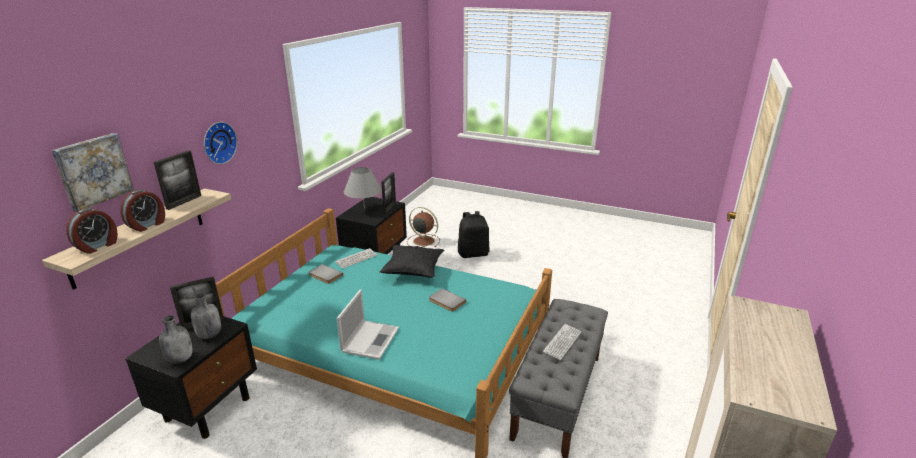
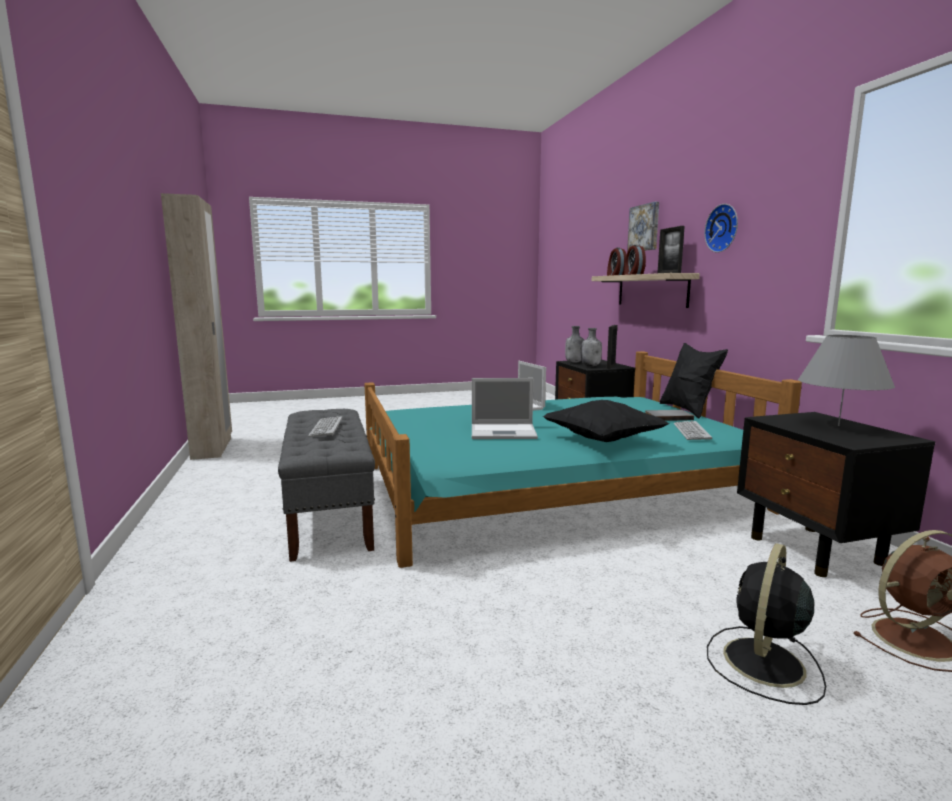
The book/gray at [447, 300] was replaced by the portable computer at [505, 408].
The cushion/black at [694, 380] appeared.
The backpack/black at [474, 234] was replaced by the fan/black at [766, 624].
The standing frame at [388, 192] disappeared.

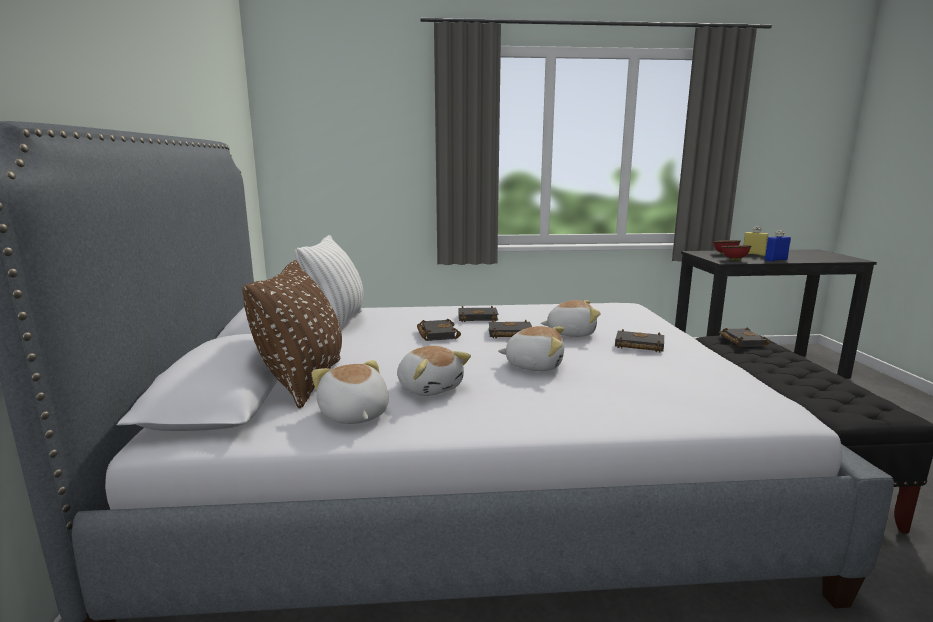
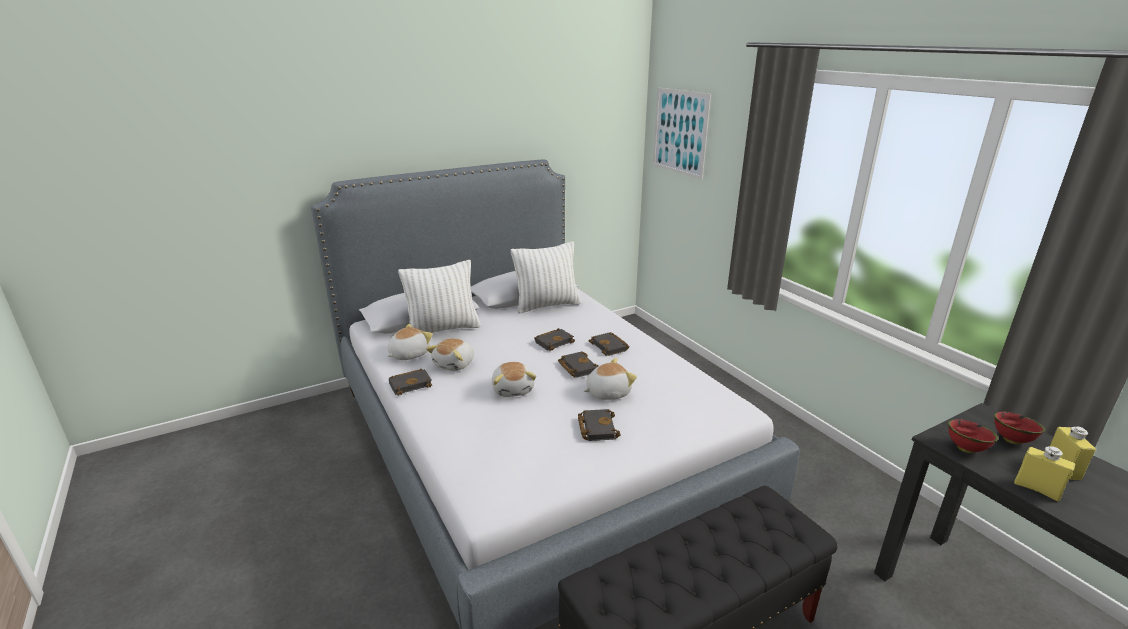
The book/black moved from [744, 337] to [410, 382].
The cushion/brown-coloured at [292, 334] became the cushion/white at [439, 296].
The plush toy at [571, 318] turned 90 degrees counterclockwise.
The wall picture at [682, 134] appeared.
The drink bottle/blue at [778, 246] became the drink bottle/yellow-coloured at [1044, 474].

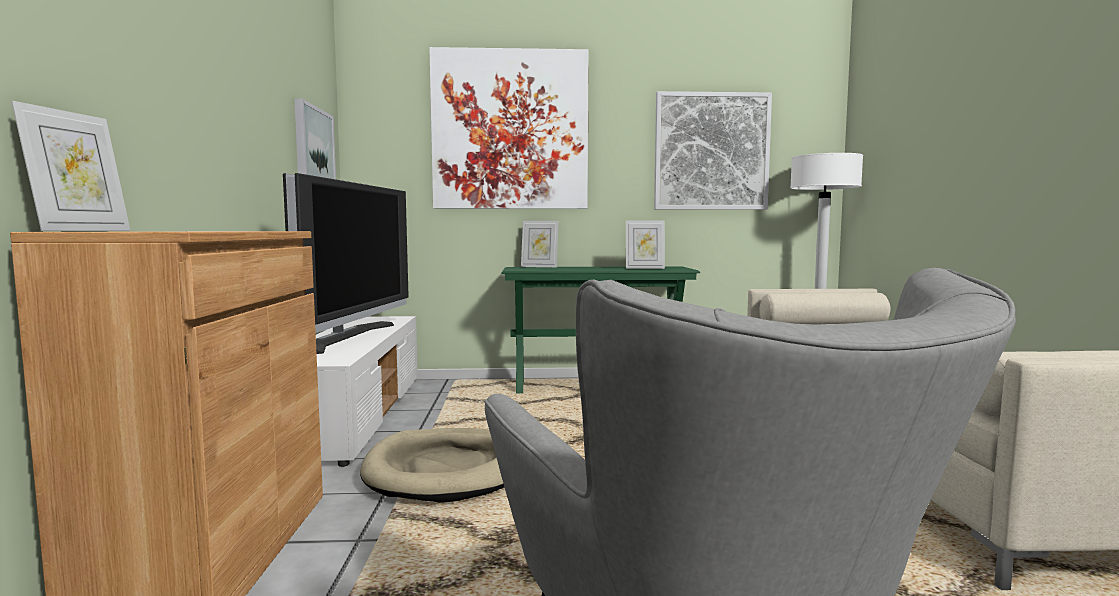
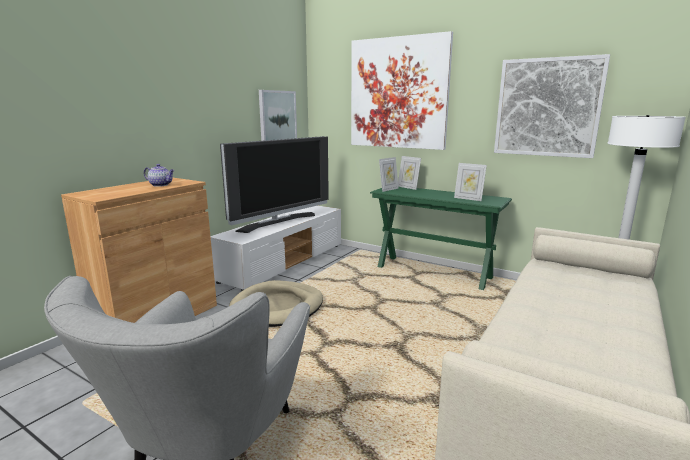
The pot for tea at [159, 175] appeared.
The standing frame moved from [70, 166] to [389, 174].

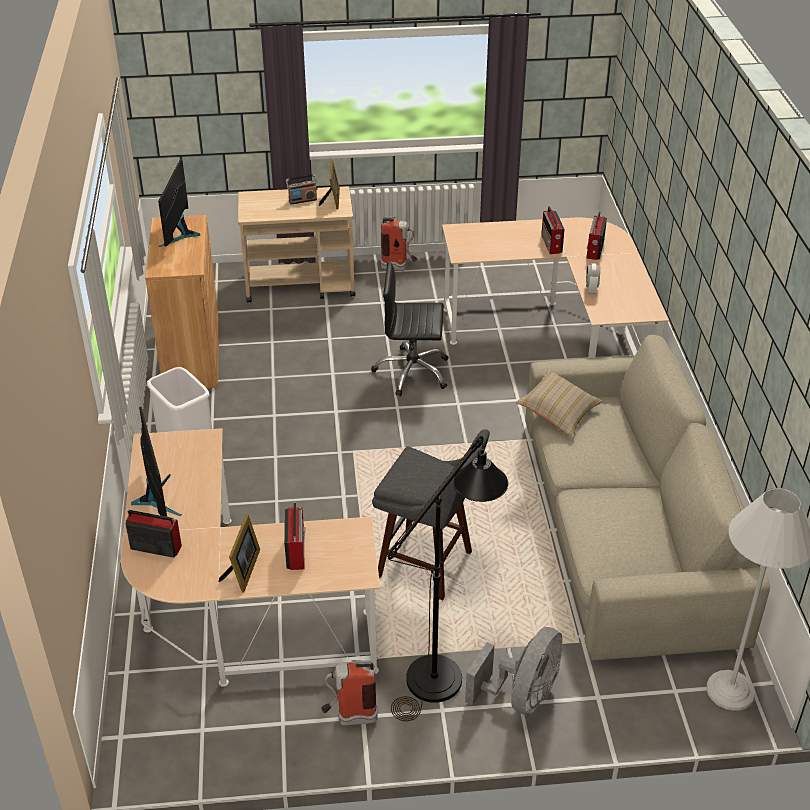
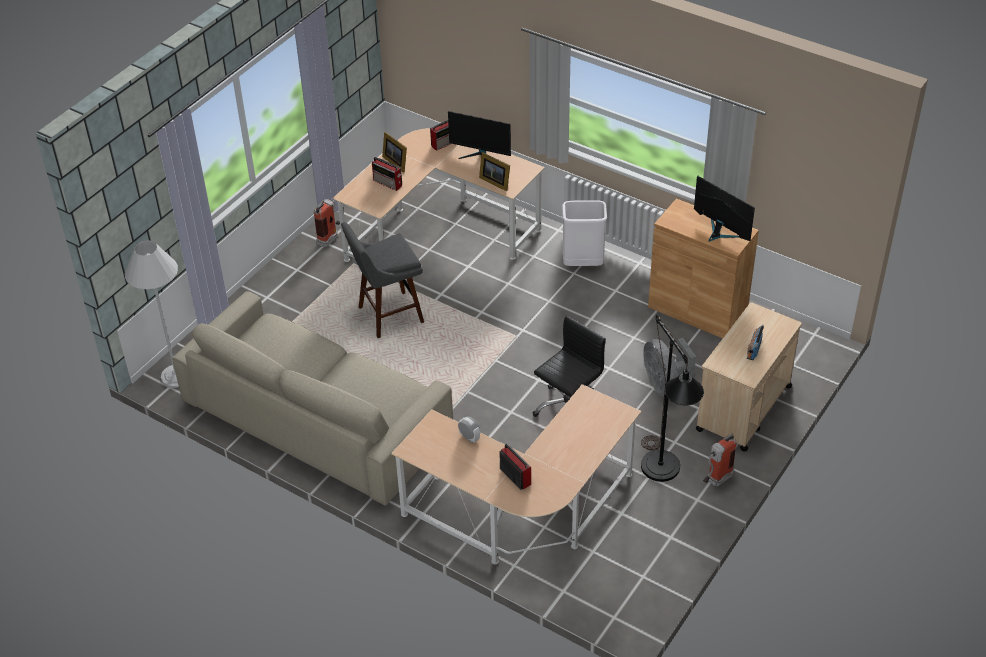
The standing frame moved from [329, 184] to [494, 171].
The standard lamp/black moved from [447, 578] to [672, 398].
The fan/gray moved from [513, 671] to [669, 367].
The cushion/sand-coloured at [559, 403] disappeared.
The radio at [553, 230] disappeared.

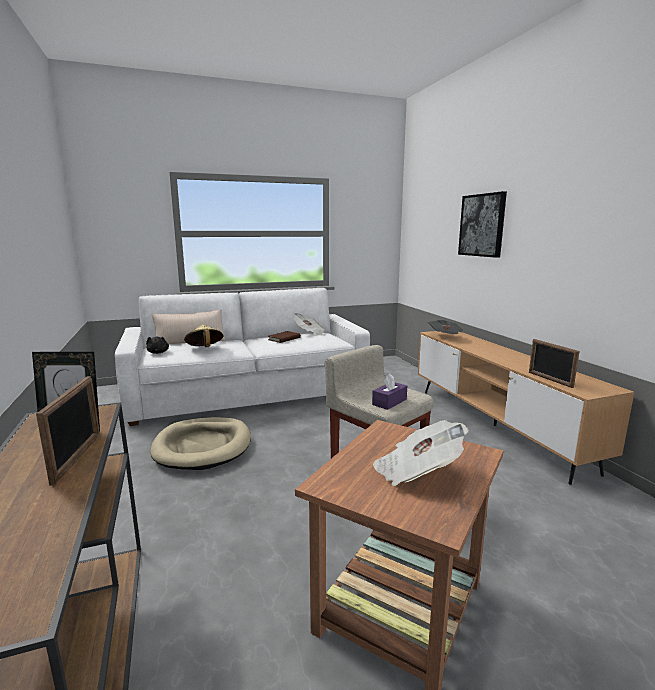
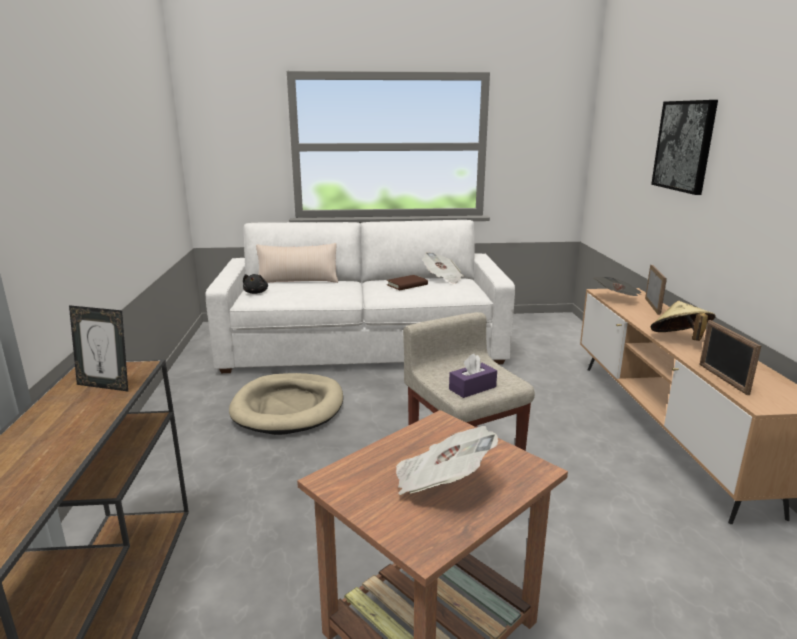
The standing frame moved from [68, 431] to [656, 290].
The hat/sand-coloured moved from [204, 336] to [683, 321].

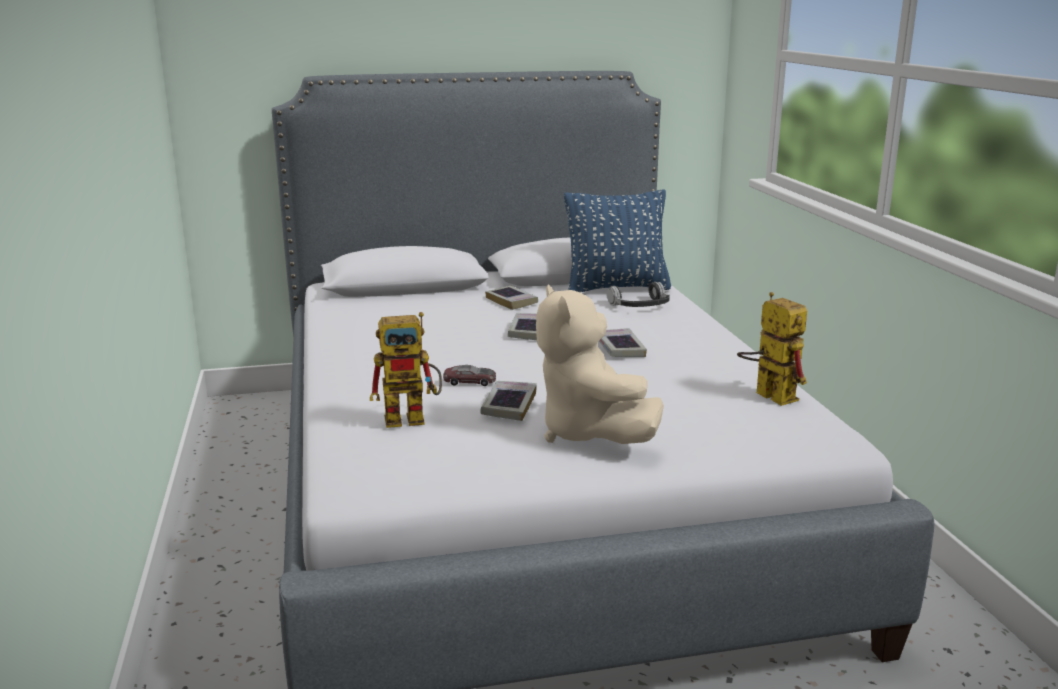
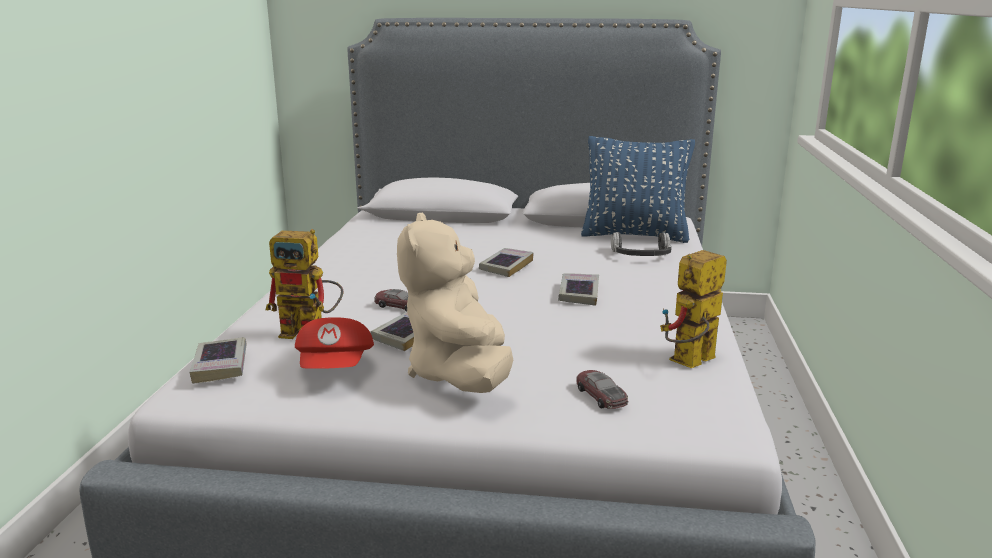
The book moved from [511, 298] to [218, 360].
The baseball cap/red-coloured at [334, 343] appeared.
The model car at [602, 389] appeared.
The robot figure at [772, 349] turned 120 degrees counterclockwise.

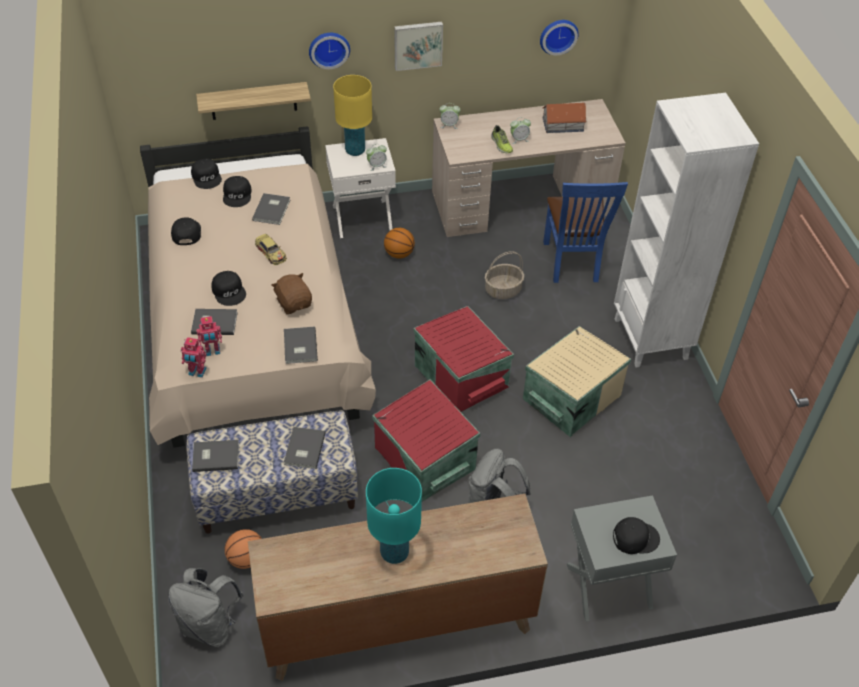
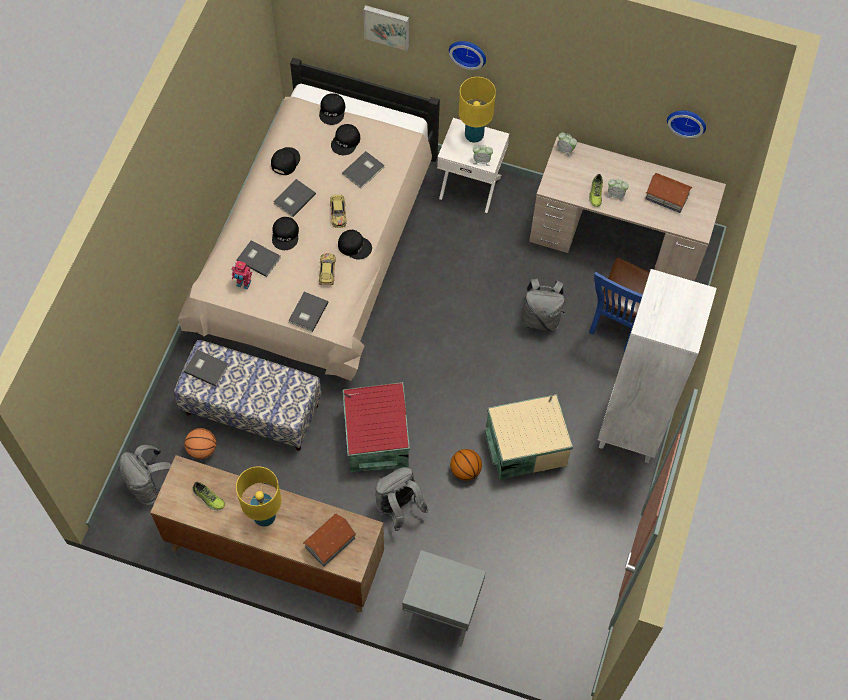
The shoe at [209, 496] appeared.
The table lamp/turquoise at [394, 516] became the table lamp/yellow-coloured at [258, 496].
The book/gray moved from [305, 448] to [295, 198].
The miniature house at [329, 539] appeared.
The plush toy/brown-coloured at [292, 293] was replaced by the model car at [327, 269].
The baseball cap/black moved from [636, 535] to [355, 245].
The wall picture moved from [418, 46] to [386, 28].
The basketball ball moved from [399, 243] to [466, 465].
The storage basket at [505, 275] was replaced by the backpack/gray at [543, 304].
The robot figure at [194, 357] disappeared.
The shelf at [253, 101] disappeared.
The storage bin/red-coloured at [464, 359] disappeared.

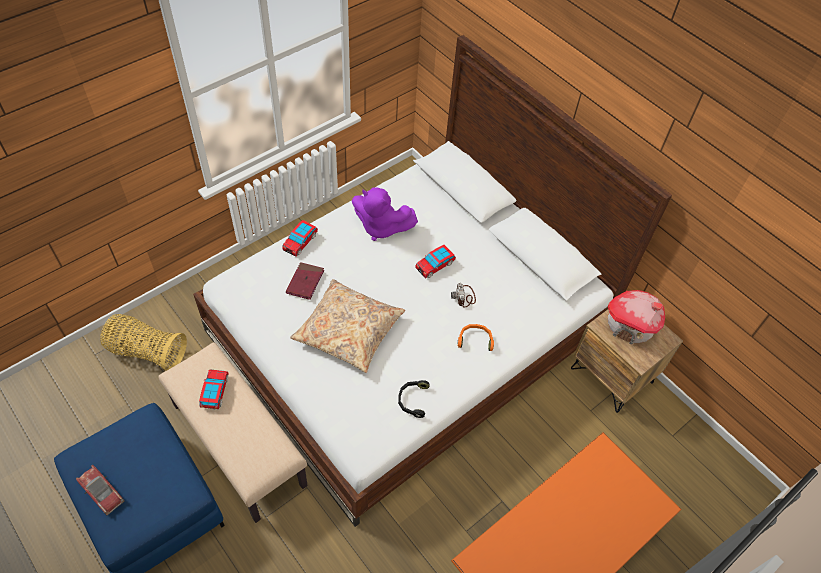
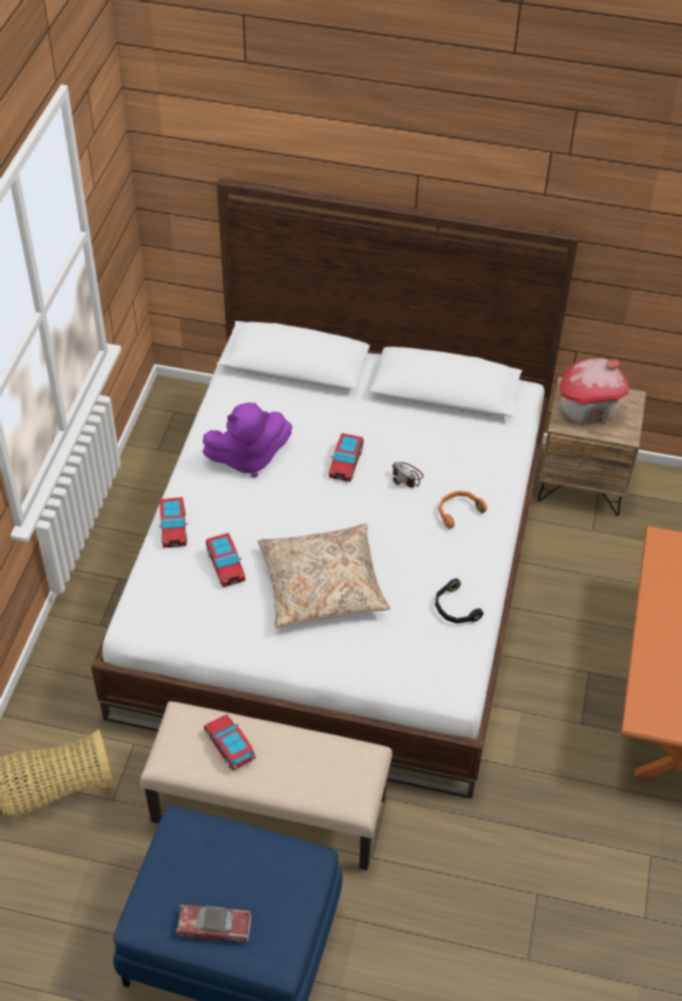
The book/red-coloured at [305, 281] was replaced by the model car at [225, 560].

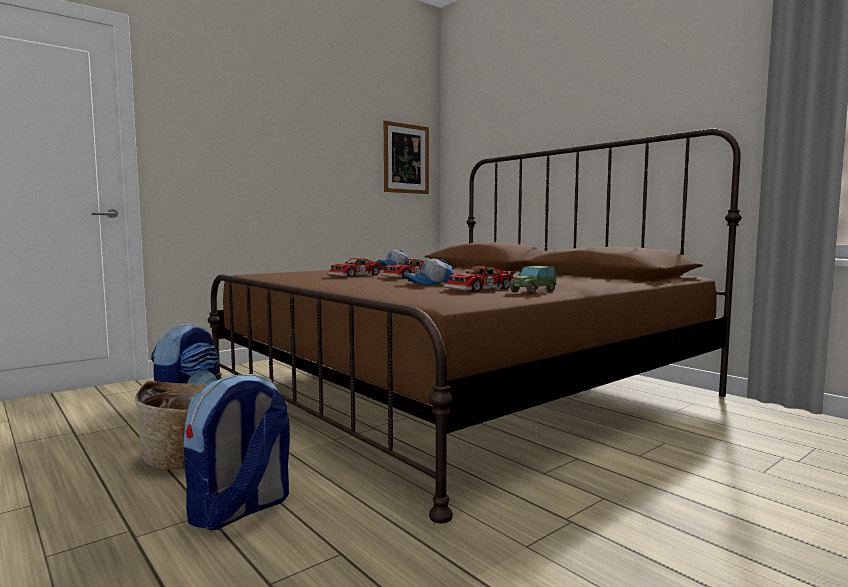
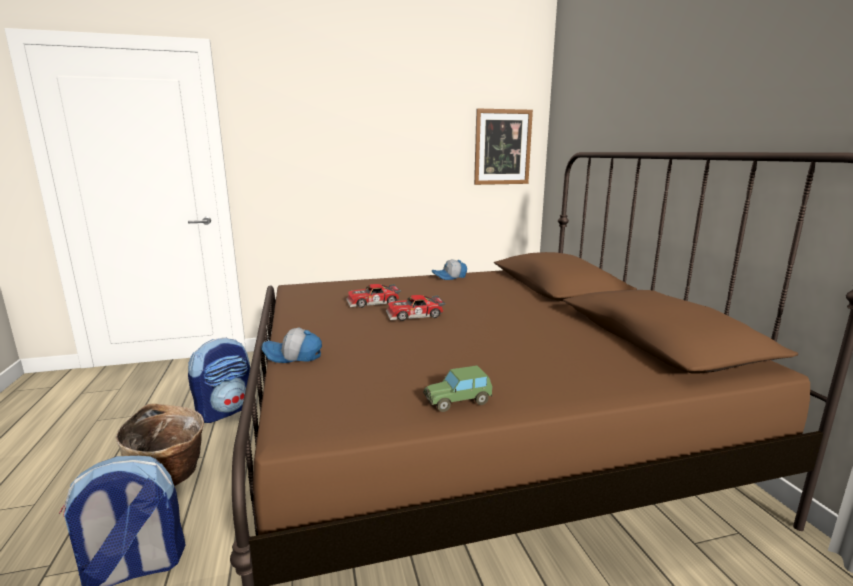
The baseball cap moved from [429, 272] to [292, 345].
The model car at [480, 279] disappeared.

